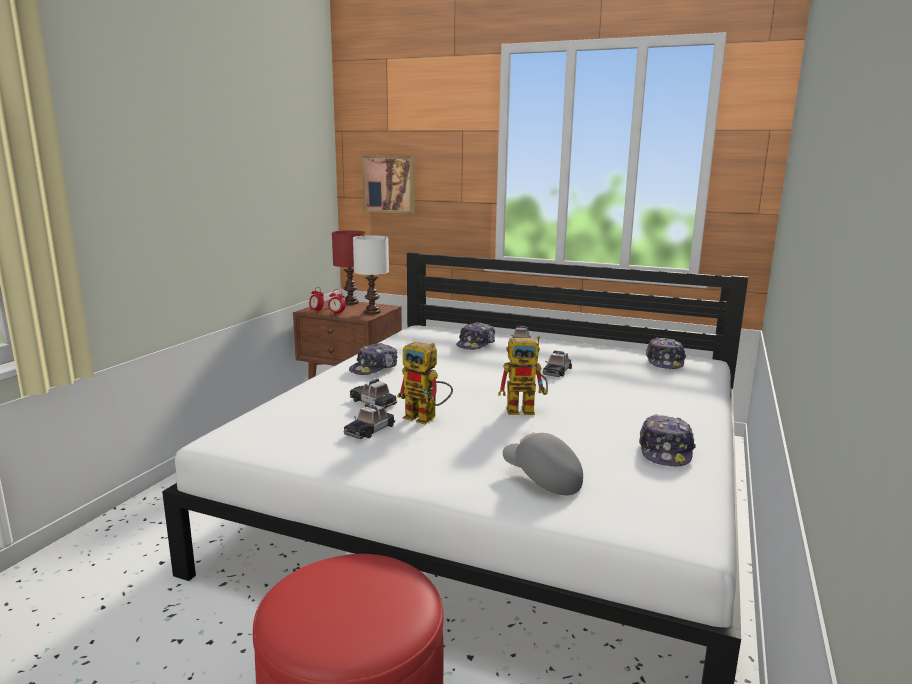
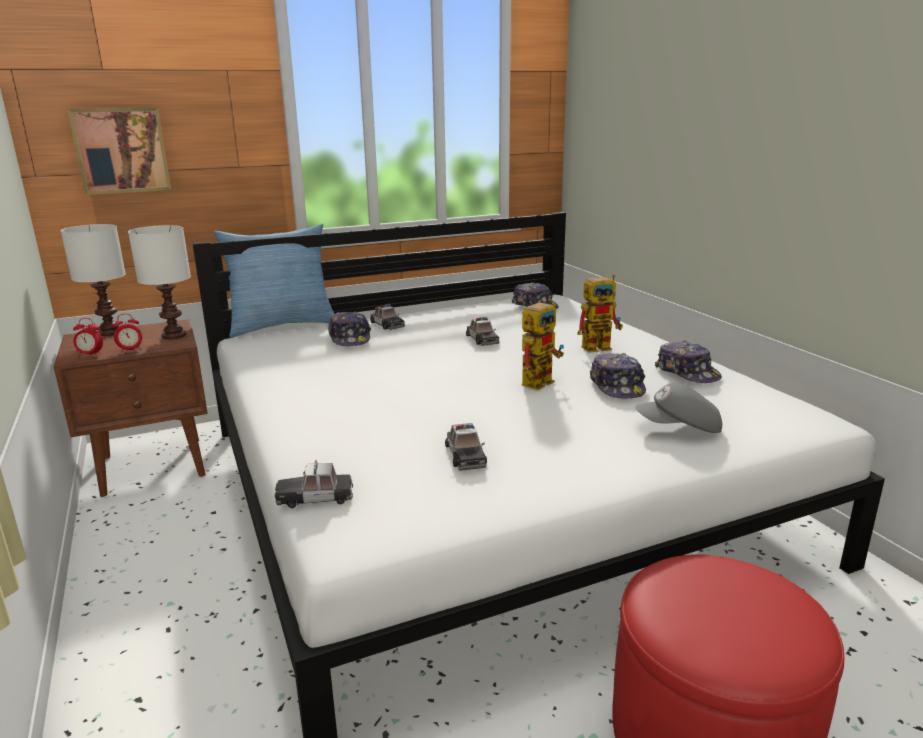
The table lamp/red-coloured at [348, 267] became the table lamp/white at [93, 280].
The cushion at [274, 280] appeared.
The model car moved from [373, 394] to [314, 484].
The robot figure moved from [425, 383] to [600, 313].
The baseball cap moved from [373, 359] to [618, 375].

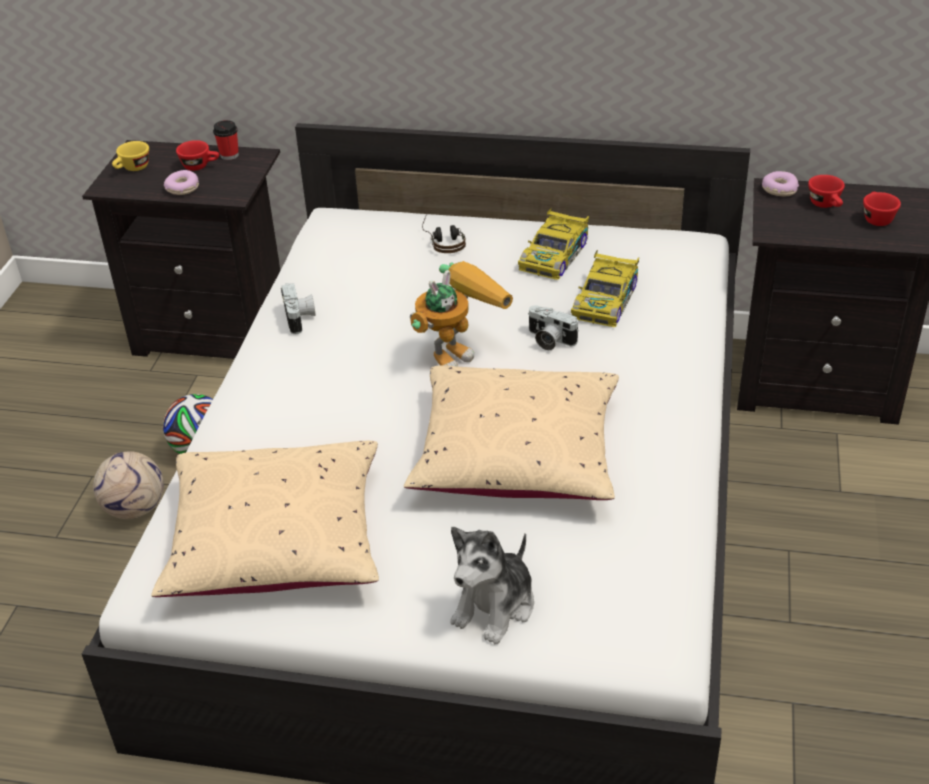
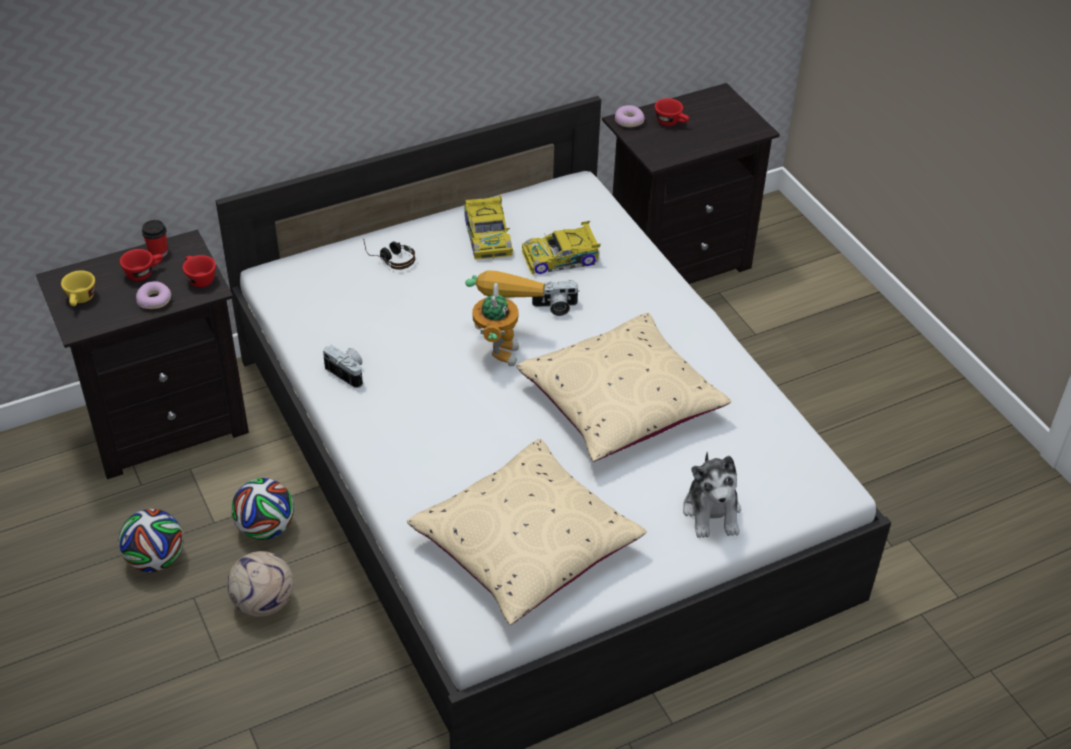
The football ball at [151, 540] appeared.
The small cup/red-coloured moved from [882, 209] to [199, 271].
The model car at [605, 288] turned 90 degrees clockwise.

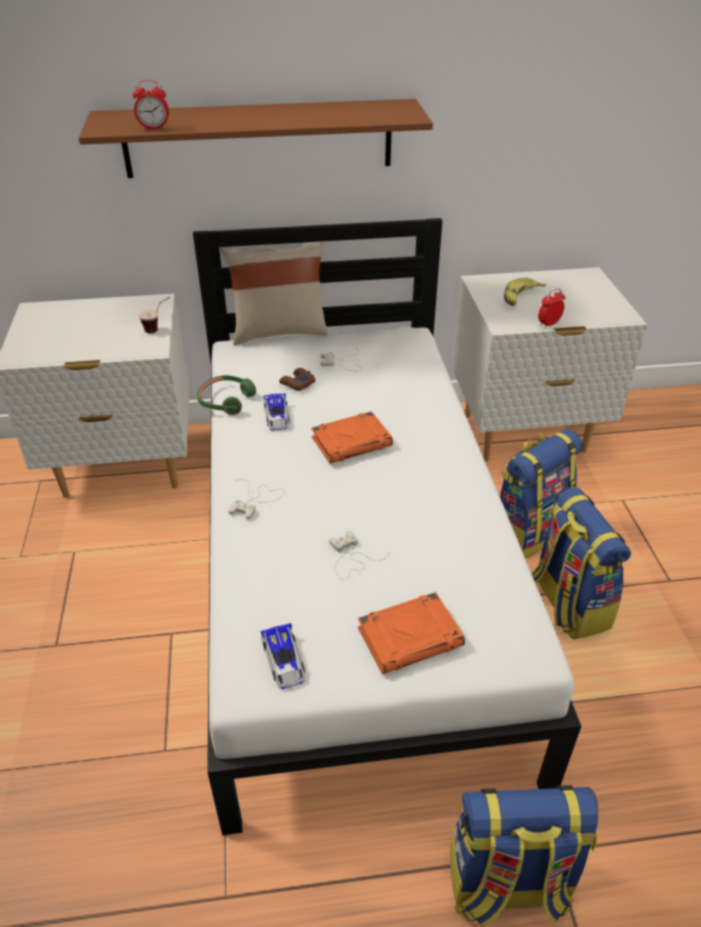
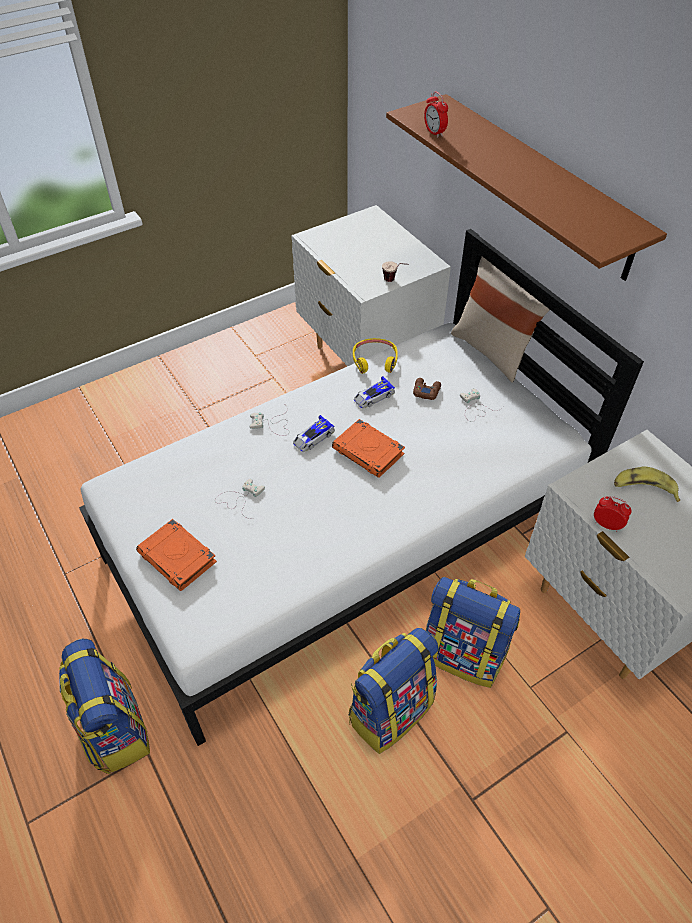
The model car moved from [282, 656] to [314, 433].
The pair of headphones/green at [226, 395] became the pair of headphones/yellow-coloured at [375, 356].

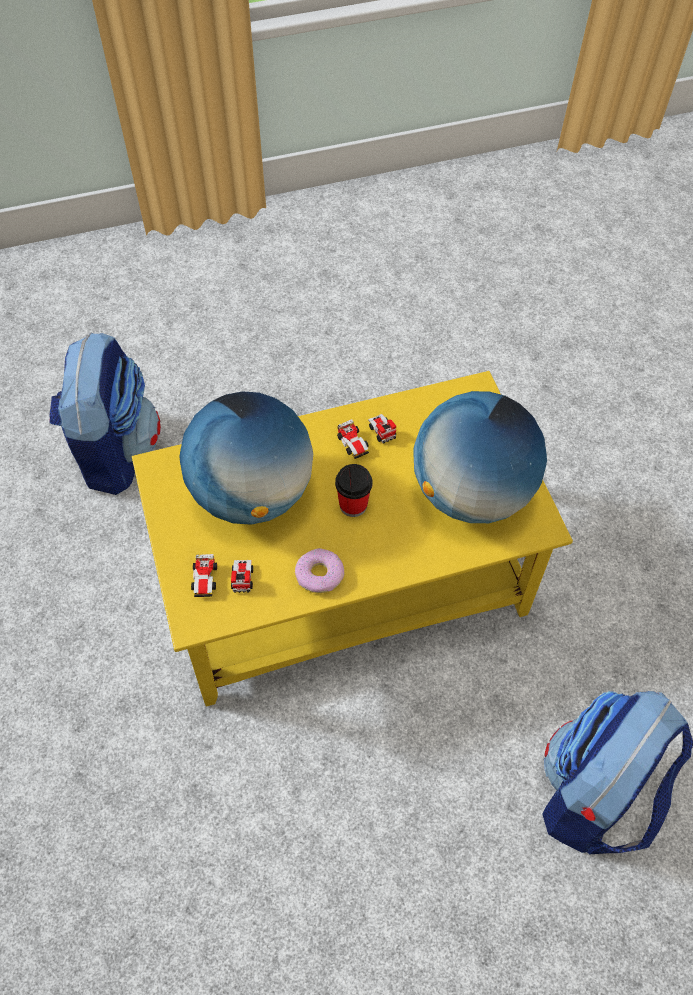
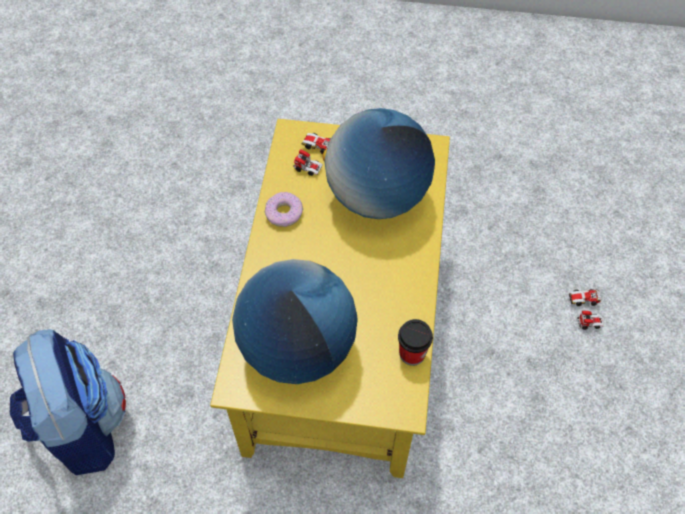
The small cup moved from [353, 490] to [415, 342].
The model car moved from [367, 436] to [586, 309].
The backpack at [105, 413] disappeared.

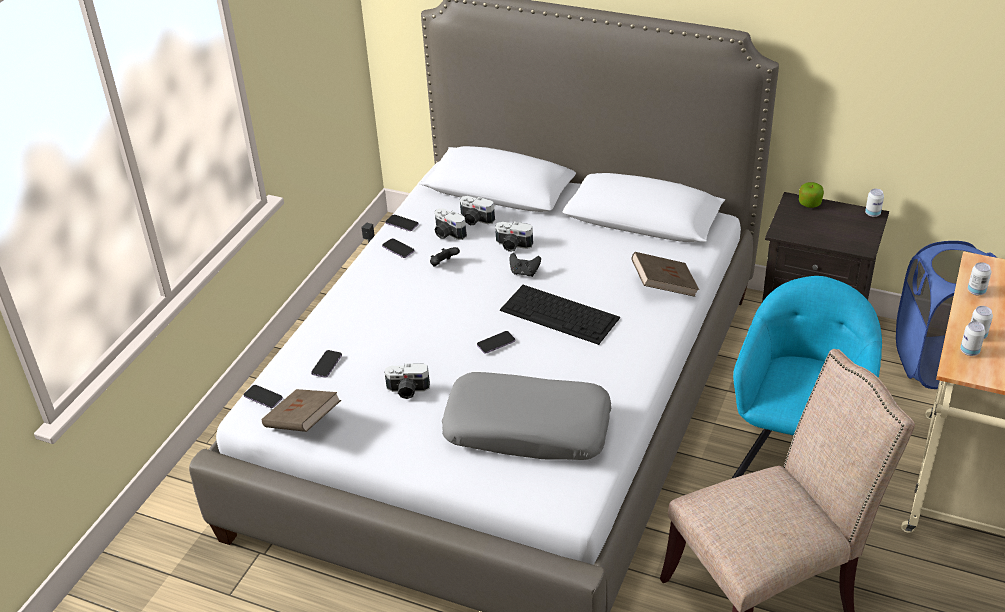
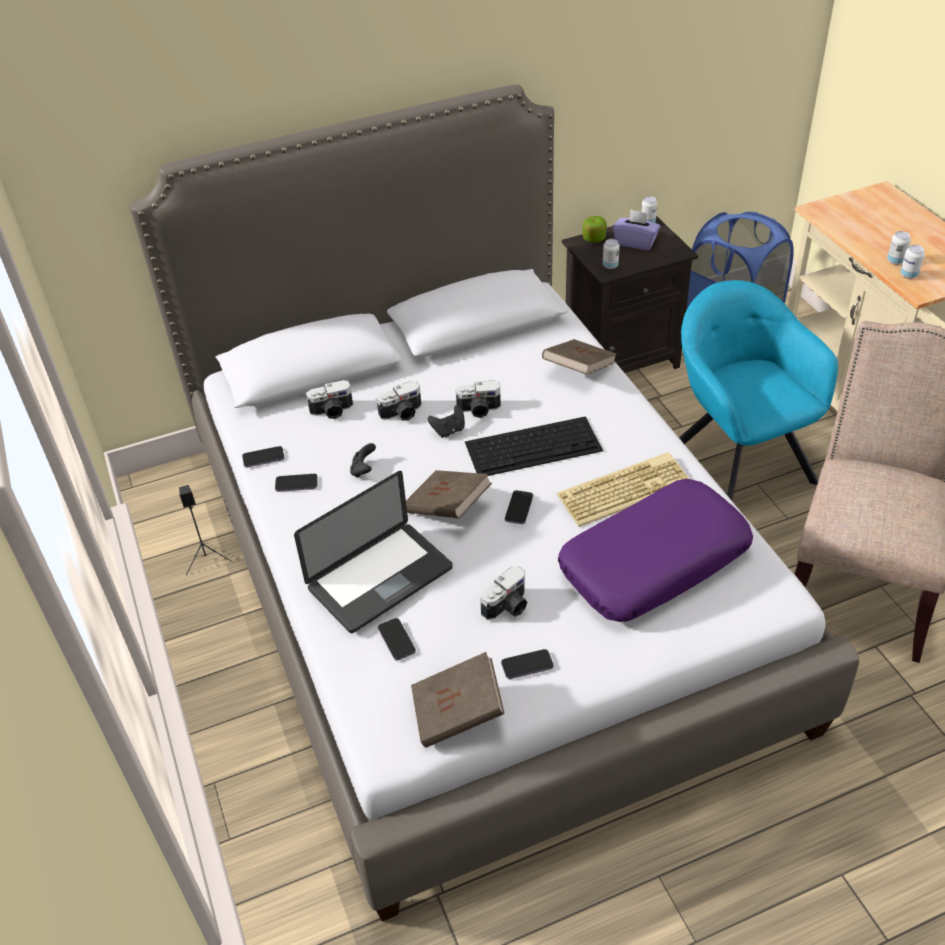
The portable computer at [373, 552] appeared.
The book/brown-coloured at [449, 494] appeared.
The still camera moved from [451, 224] to [478, 399].
The handset moved from [263, 396] to [527, 664].
The keyboard at [623, 489] appeared.
The cushion/gray at [526, 416] became the cushion/purplish at [655, 550].
The can moved from [980, 278] to [611, 254].
The tissue holder/purplish at [636, 229] appeared.

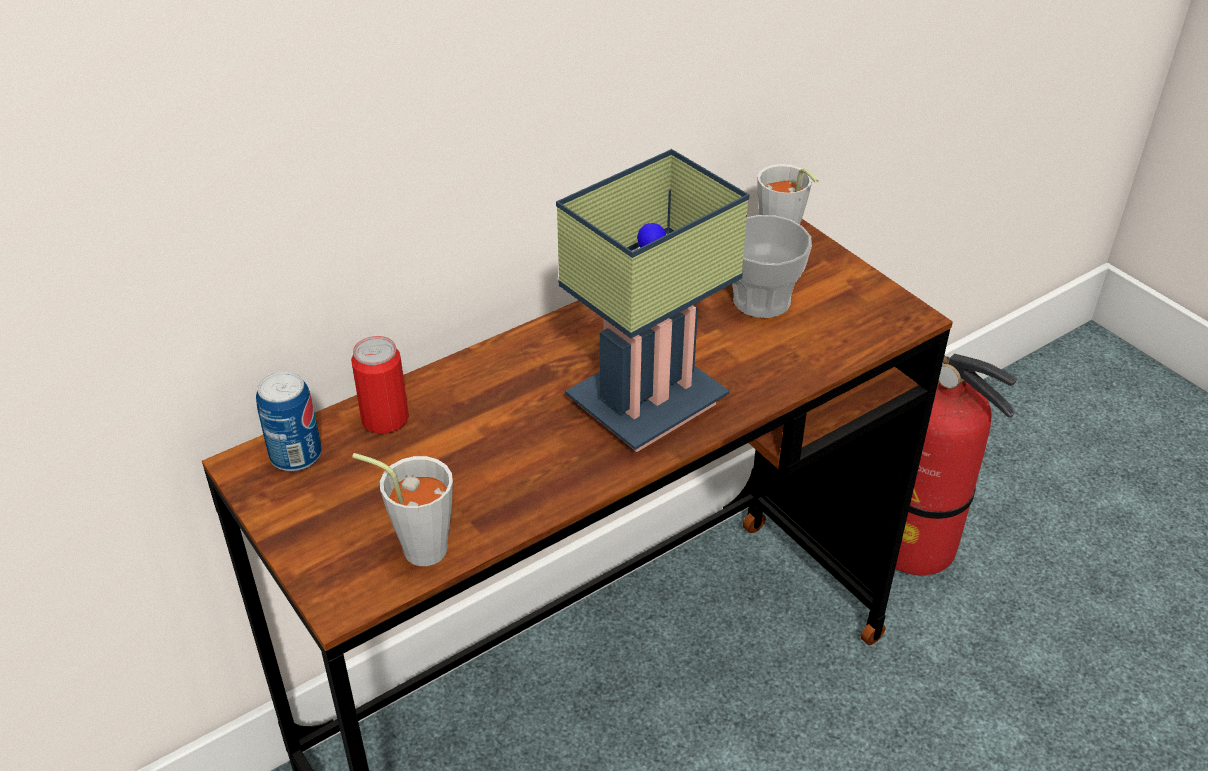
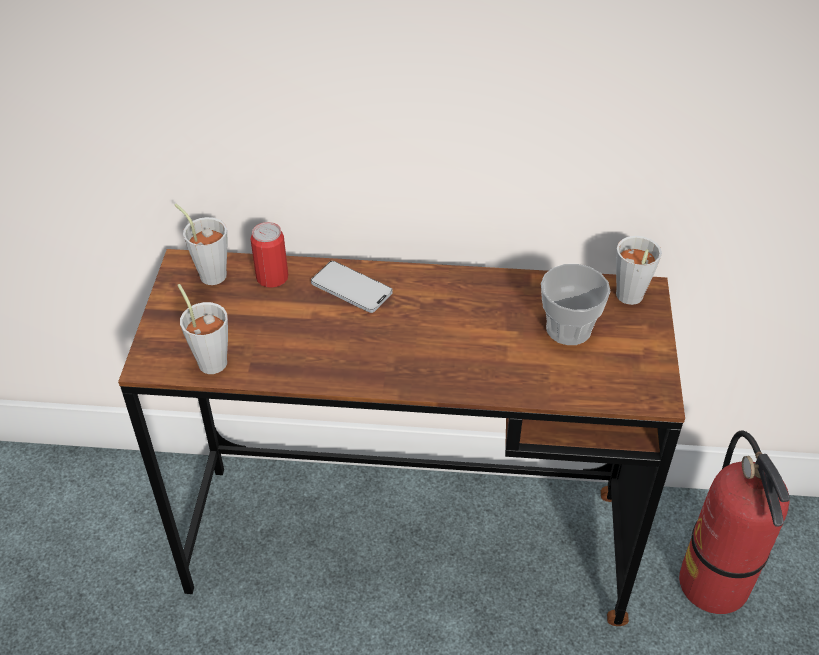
The can at [289, 421] was replaced by the small cup/gray at [200, 244].
The handset at [352, 287] appeared.
The table lamp at [653, 300] disappeared.

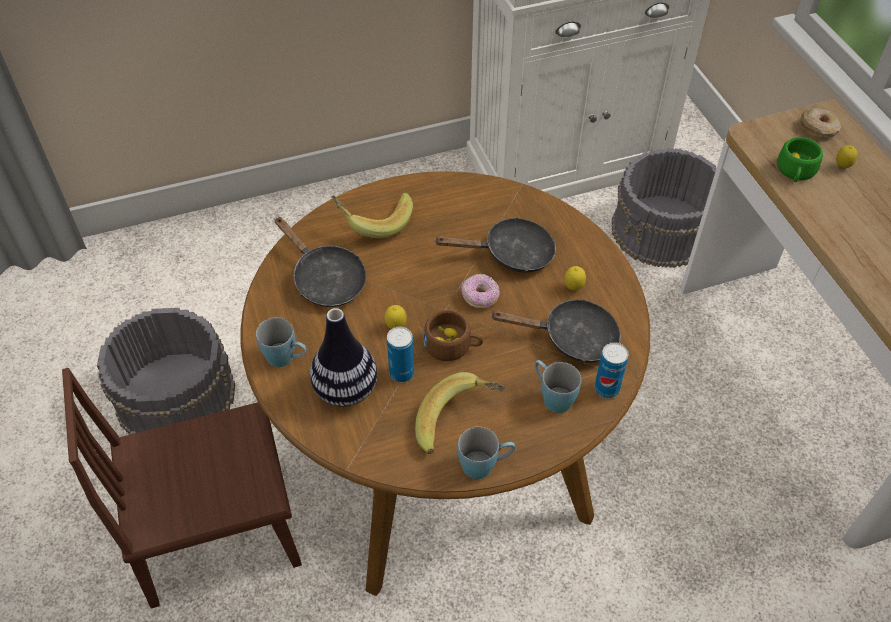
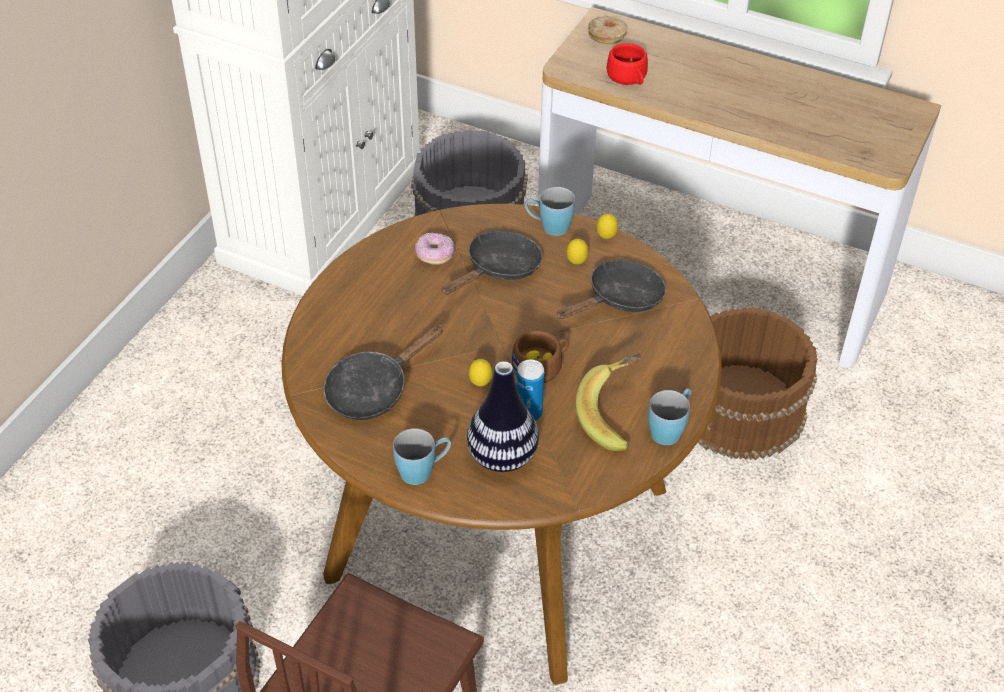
The frying pan/black at [320, 262] turned 135 degrees clockwise.
The donut moved from [480, 291] to [434, 249].
The tea mug/blue moved from [557, 386] to [550, 211].
The lemon moved from [847, 156] to [607, 226].
The small cup/green at [800, 159] became the small cup/red-coloured at [627, 64].
The pail/brown-coloured at [757, 383] appeared.
The banana at [372, 215] disappeared.
The can at [611, 370] disappeared.

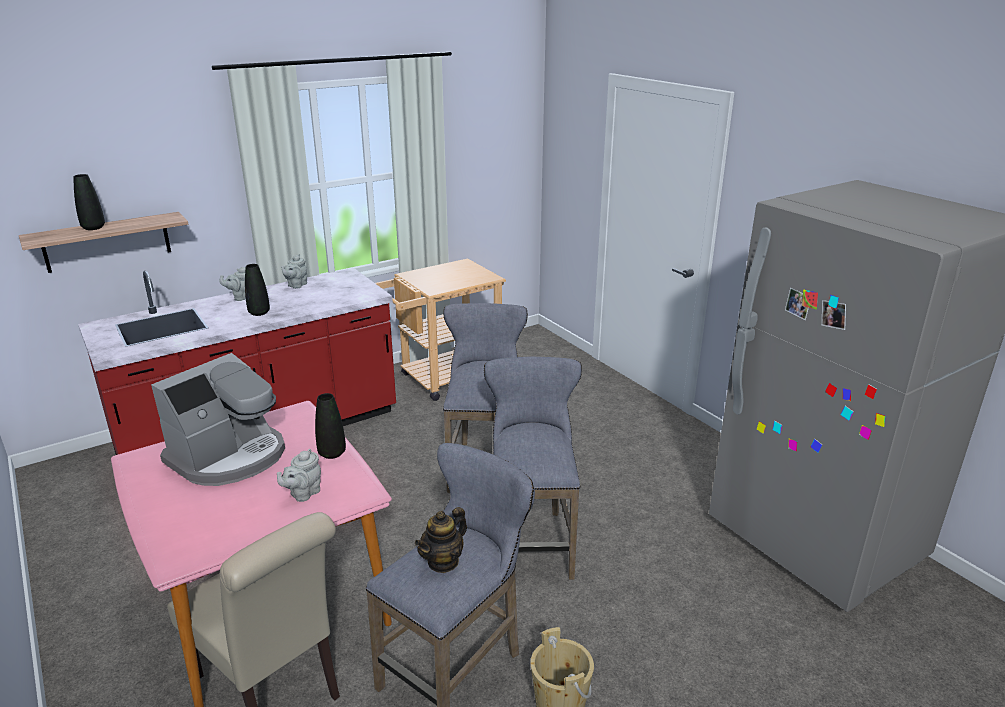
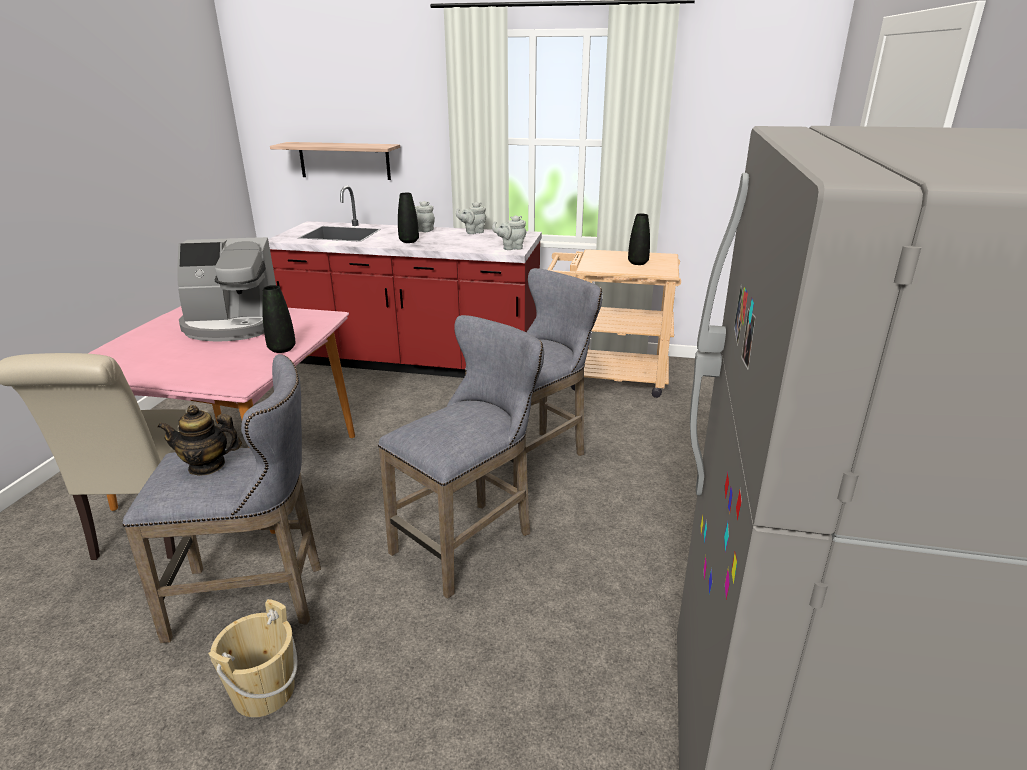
The pot for tea/gray moved from [299, 475] to [509, 232].
The vase/black moved from [89, 202] to [639, 239].

